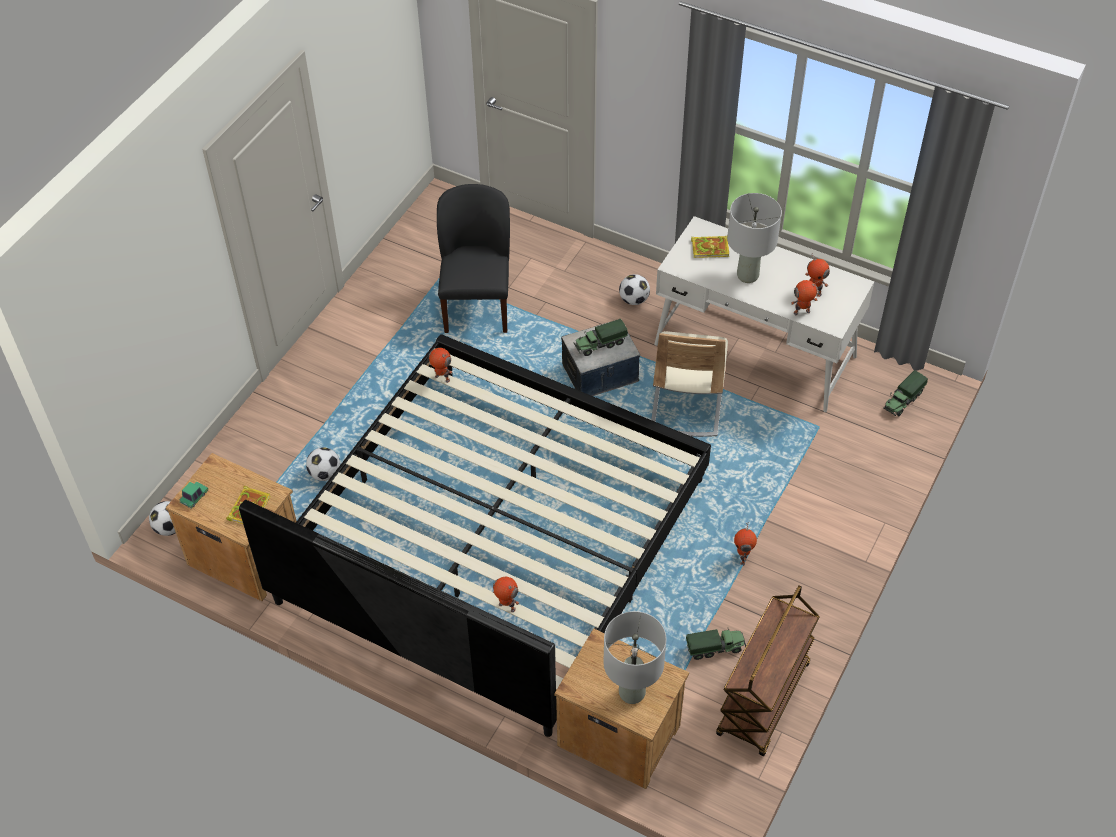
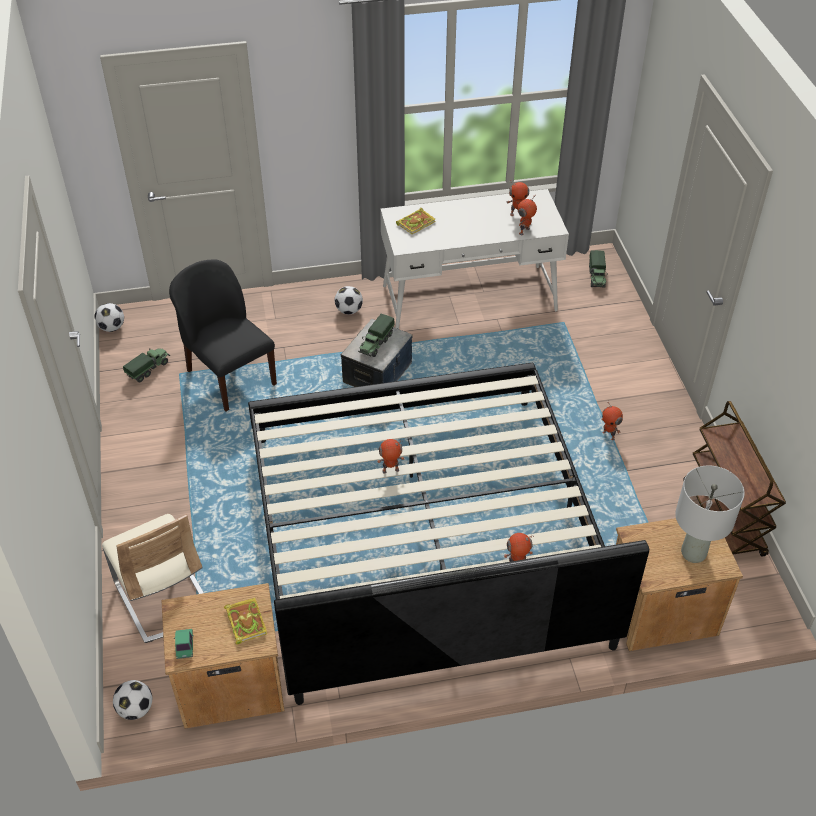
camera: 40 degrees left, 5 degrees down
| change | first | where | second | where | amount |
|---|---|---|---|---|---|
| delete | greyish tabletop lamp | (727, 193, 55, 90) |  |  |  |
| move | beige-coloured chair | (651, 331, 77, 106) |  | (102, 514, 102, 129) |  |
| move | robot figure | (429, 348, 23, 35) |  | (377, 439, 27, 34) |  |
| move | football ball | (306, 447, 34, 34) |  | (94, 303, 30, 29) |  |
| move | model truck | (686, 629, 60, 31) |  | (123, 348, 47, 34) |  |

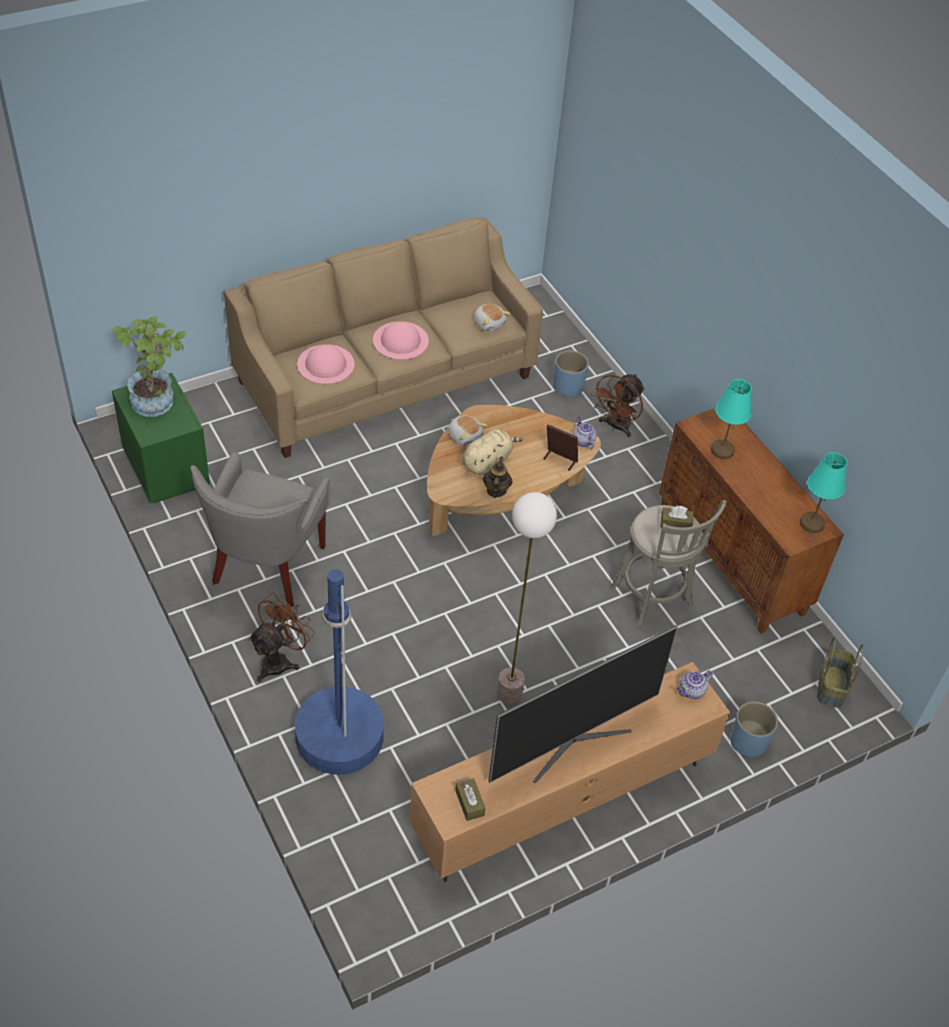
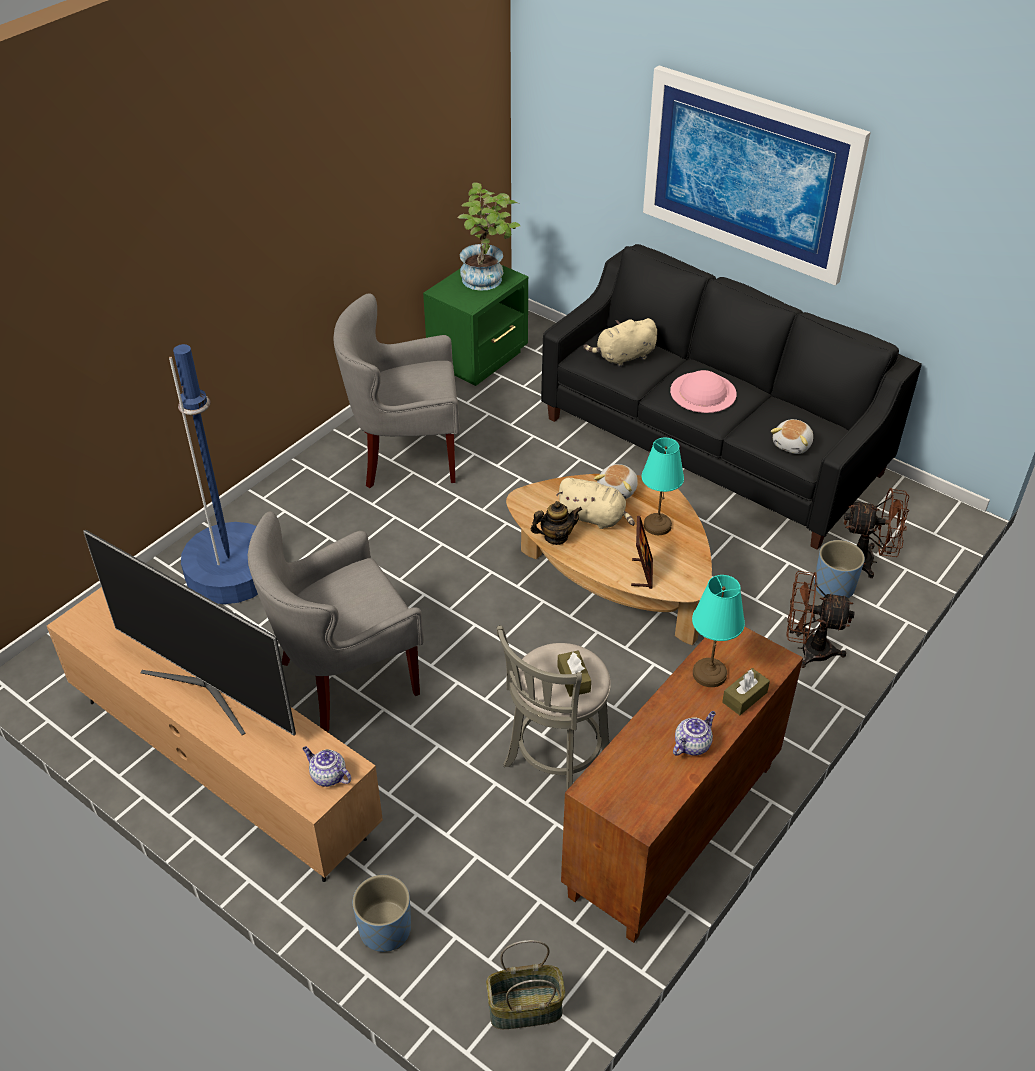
camera: 70 degrees right, 5 degrees down
| change | first | where | second | where | amount |
|---|---|---|---|---|---|
| recolor | beige-coloured sofa | (224, 217, 319, 241) | blackish sofa | (541, 244, 381, 306) |  |
| replace | pink hat | (297, 344, 58, 40) | beige-coloured plush toy | (583, 318, 74, 49) |  |
| move | tea pot | (573, 417, 24, 32) |  | (673, 711, 43, 45) |  |
| move | blue-green tabletop lamp | (800, 452, 47, 81) |  | (642, 438, 42, 97) |  |
| replace | floor lamp | (497, 492, 60, 212) | greyish lounge chair | (248, 512, 176, 220) |  |
| move | brown electric fan | (248, 593, 67, 89) |  | (844, 488, 65, 90) |  |
| move | brown box of tissues | (455, 778, 31, 43) |  | (722, 668, 48, 47) |  |
| insert |  |  | wall art | (643, 65, 228, 221) |  |

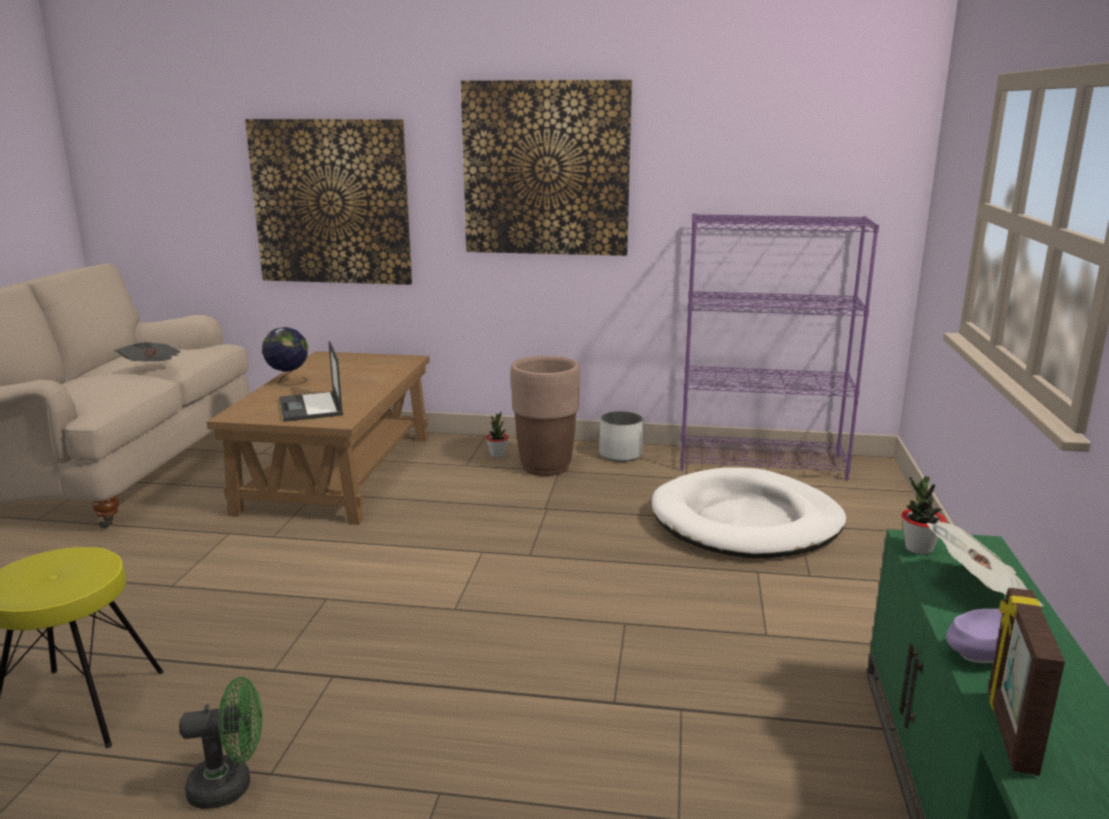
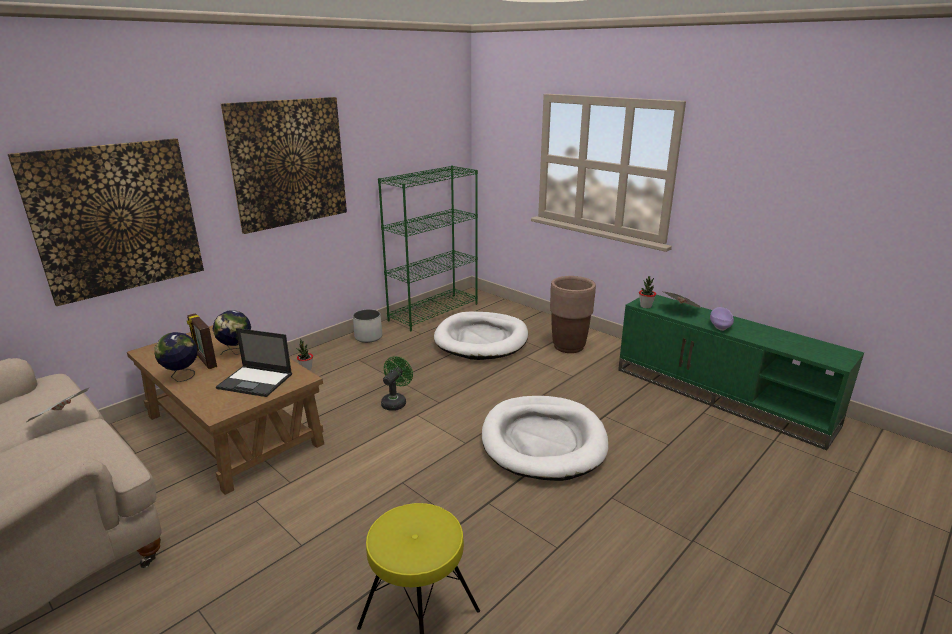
camera: 55 degrees left, 5 degrees up
| change | first | where | second | where | amount |
|---|---|---|---|---|---|
| recolor | purple-coloured bookcase | (680, 213, 199, 267) | greenish bookcase | (378, 165, 100, 166) |  |
| move | brown flower pot | (511, 356, 69, 120) |  | (550, 276, 46, 77) |  |
| move | photo frame | (988, 588, 77, 188) |  | (187, 313, 30, 56) |  |
| move | greenish electric fan | (179, 677, 83, 132) |  | (381, 356, 32, 55) |  |
| insert |  |  | globe | (213, 311, 38, 44) |  |
| insert |  |  | white-coloured dog cushion | (482, 396, 126, 85) |  |

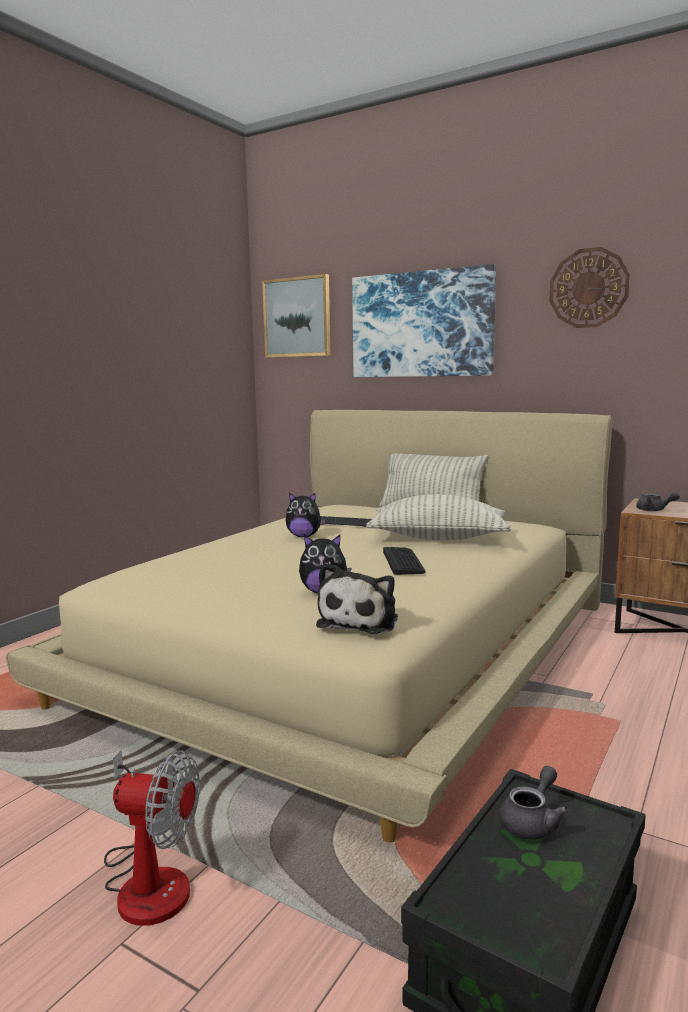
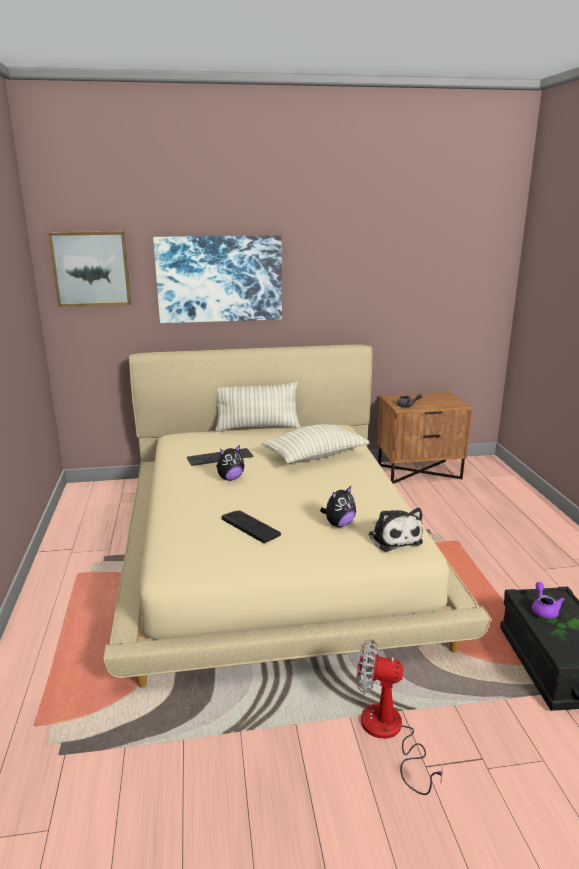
camera: 40 degrees left, 10 degrees up
| change | first | where | second | where | amount |
|---|---|---|---|---|---|
| delete | hanging clock | (549, 247, 81, 81) |  |  |  |
| move | computer keyboard | (383, 547, 42, 28) |  | (222, 511, 59, 32) |  |
| rotate | electric fan | (104, 750, 96, 176) |  | (356, 639, 87, 156) | 135 degrees counterclockwise |
| recolor | greyish tea pot | (499, 766, 69, 74) | purple-coloured tea pot | (532, 582, 33, 37) |  |

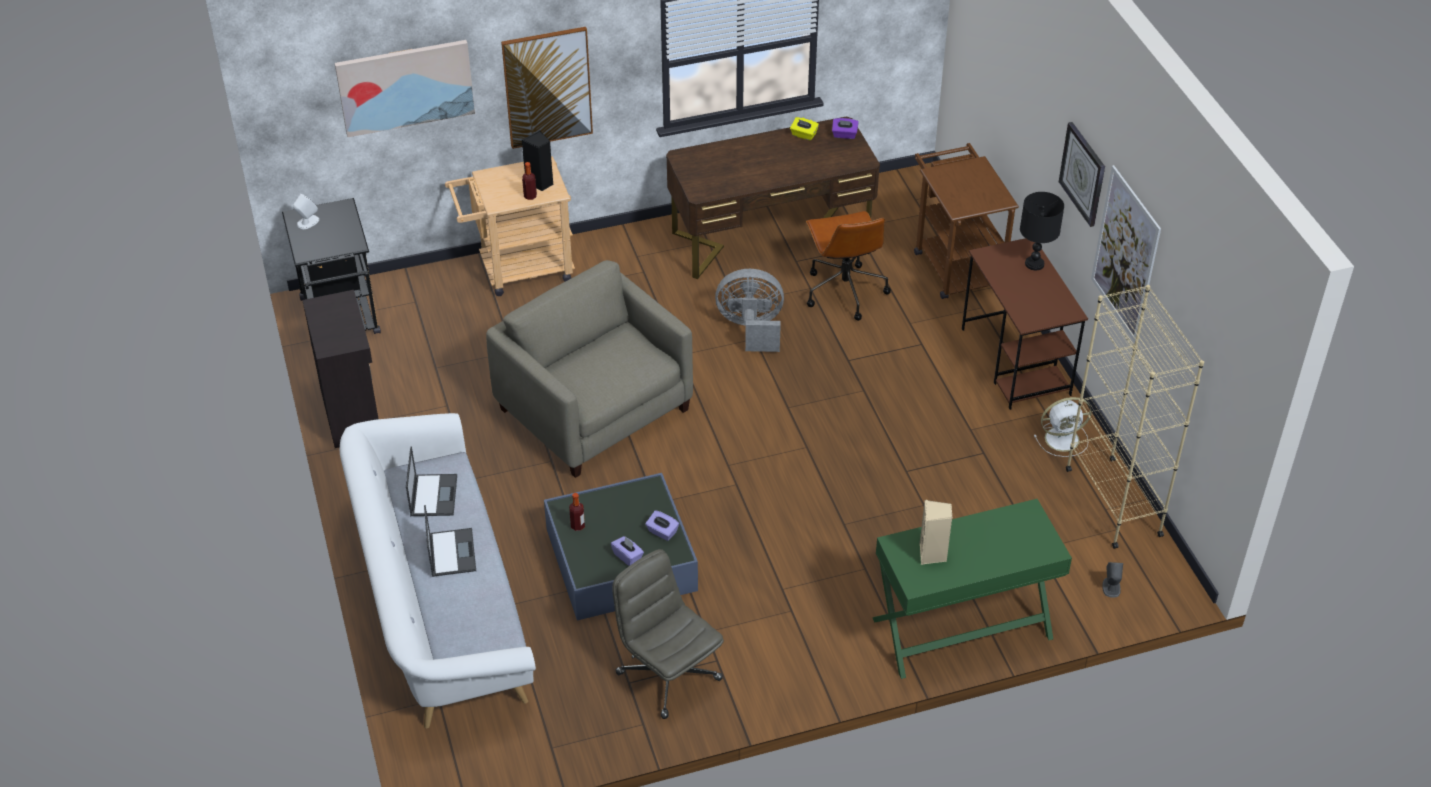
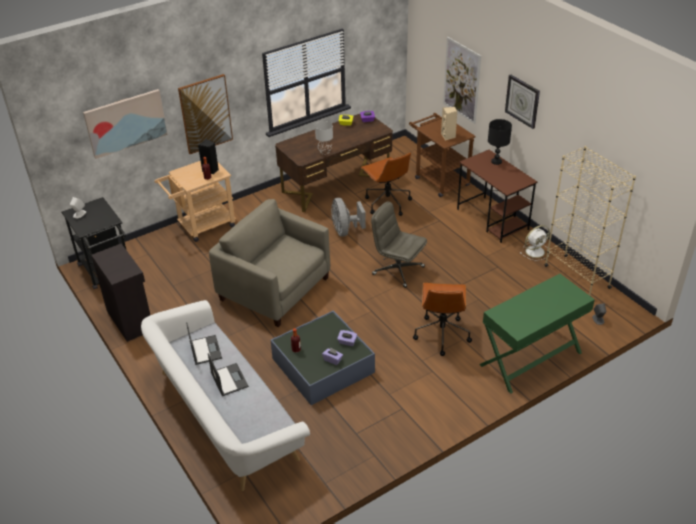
camera: 15 degrees left, 5 degrees down
| change | first | where | second | where | amount |
|---|---|---|---|---|---|
| move | wall art | (1091, 165, 70, 177) |  | (443, 37, 38, 87) |  |
| rotate | greyish electric fan | (715, 269, 69, 83) |  | (331, 198, 35, 39) | 90 degrees counterclockwise |
| move | beige-coloured audio speaker | (920, 500, 32, 65) |  | (441, 107, 16, 33) |  |
| move | greyish computer chair | (612, 549, 112, 170) |  | (371, 201, 56, 87) |  |
| insert |  |  | greyish tabletop lamp | (315, 121, 18, 34) |  |
| insert |  |  | brown computer chair | (413, 283, 59, 73) |  |

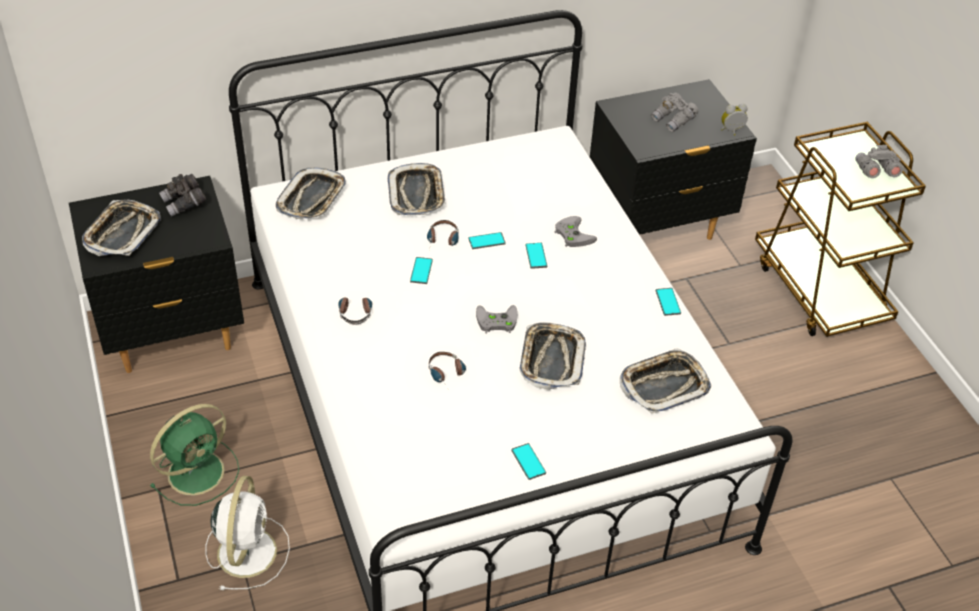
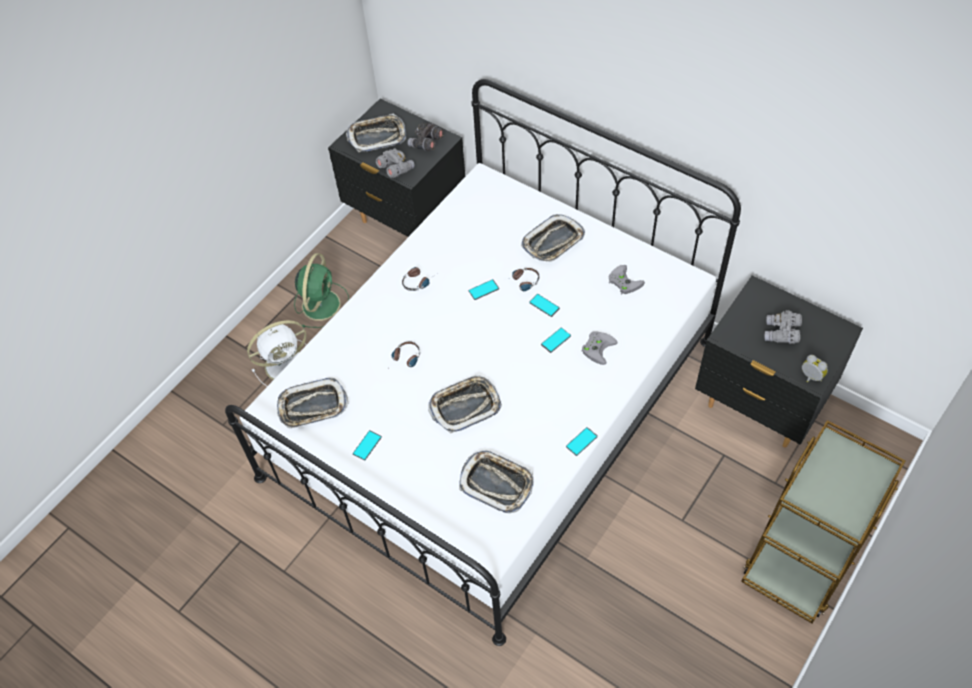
camera: 60 degrees right, 10 degrees up
| change | first | where | second | where | amount |
|---|---|---|---|---|---|
| move | greyish pair of binoculars | (855, 145, 48, 33) |  | (376, 148, 39, 30) |  |
| move | tray | (276, 167, 70, 52) |  | (277, 378, 71, 51) |  |
| move | greyish gamepad | (476, 305, 42, 28) |  | (608, 265, 37, 29) |  |
| rotate | greenish electric fan | (150, 404, 89, 102) |  | (294, 253, 55, 75) | 90 degrees counterclockwise |

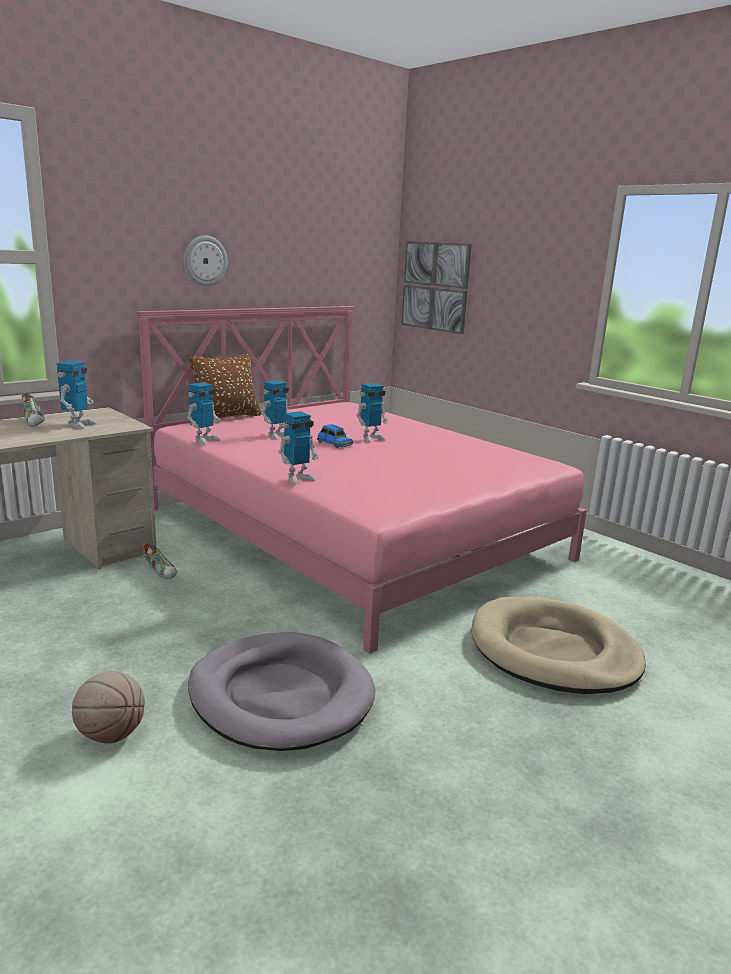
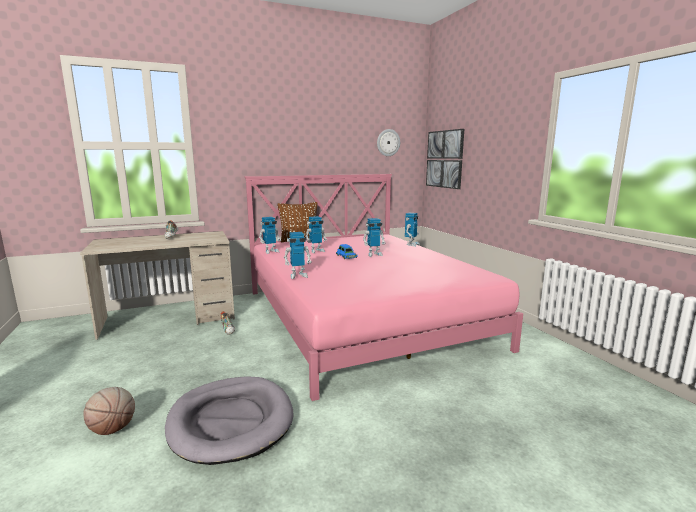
camera: 20 degrees right, 5 degrees down
| change | first | where | second | where | amount |
|---|---|---|---|---|---|
| move | hanging clock | (184, 235, 43, 51) |  | (377, 129, 23, 27) |  |
| move | robot figure | (57, 361, 40, 68) |  | (405, 213, 15, 34) |  |
| delete | beige-coloured dog cushion | (471, 597, 175, 97) |  |  |  |

